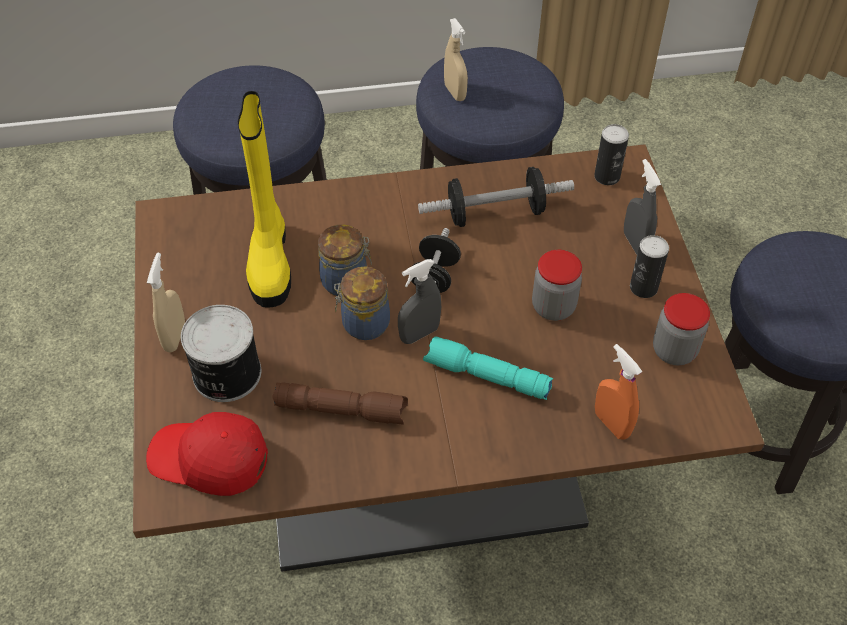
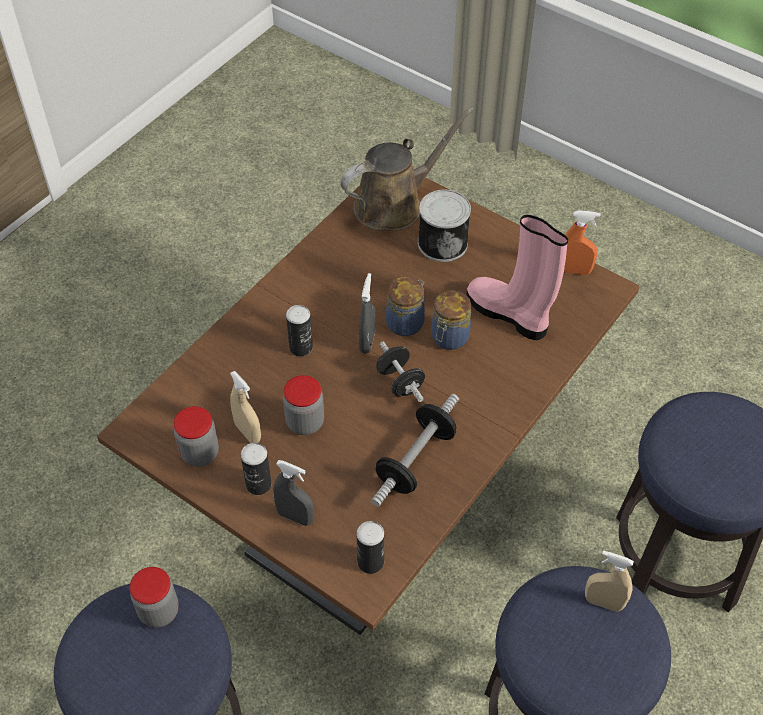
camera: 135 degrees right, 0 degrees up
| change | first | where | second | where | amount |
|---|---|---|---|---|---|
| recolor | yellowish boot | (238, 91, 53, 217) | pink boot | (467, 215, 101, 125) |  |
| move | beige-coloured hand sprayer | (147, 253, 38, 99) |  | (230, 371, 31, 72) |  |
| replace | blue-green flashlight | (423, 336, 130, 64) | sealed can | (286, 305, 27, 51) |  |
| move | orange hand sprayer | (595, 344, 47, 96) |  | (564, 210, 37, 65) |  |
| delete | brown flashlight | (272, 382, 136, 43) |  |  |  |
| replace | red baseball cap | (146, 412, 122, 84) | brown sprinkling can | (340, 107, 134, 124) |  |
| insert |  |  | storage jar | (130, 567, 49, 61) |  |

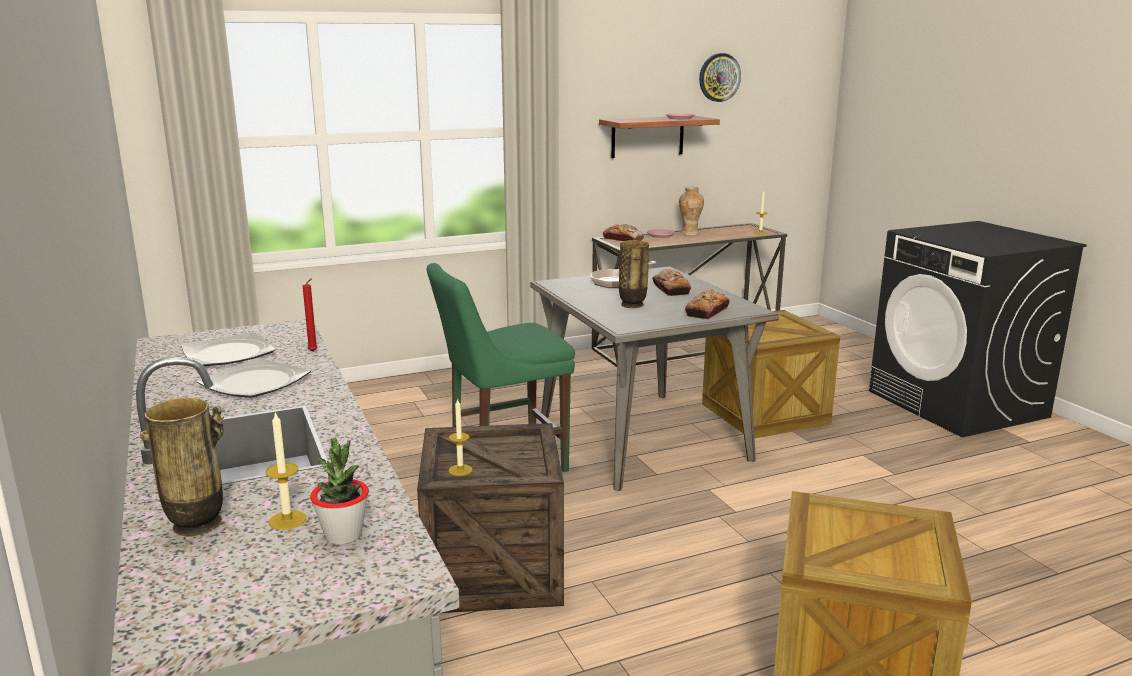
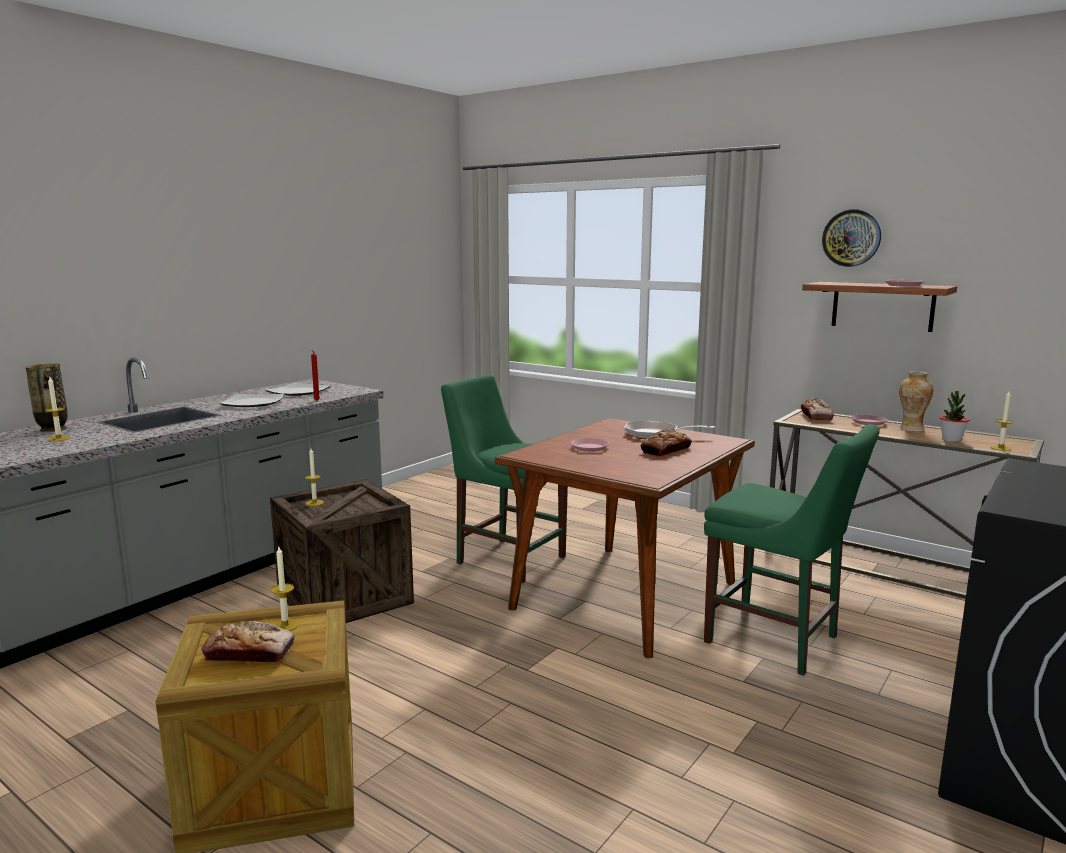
camera: 60 degrees right, 5 degrees down
| change | first | where | second | where | amount |
|---|---|---|---|---|---|
| move | hanging clock | (699, 53, 42, 49) |  | (822, 209, 59, 58) |  |
| replace | decorative vase | (619, 240, 30, 68) | pink flat dish | (571, 438, 38, 14) |  |
| recolor | greyish dining table | (530, 266, 249, 225) | brown dining table | (495, 418, 260, 240) |  |
| move | baked bread | (685, 289, 45, 30) |  | (201, 621, 94, 42) |  |
| replace | shipping crate | (702, 310, 138, 128) | greenish chair | (704, 424, 176, 252) |  |
| move | plant in a pot | (310, 437, 59, 108) |  | (940, 391, 29, 51) |  |
| insert |  |  | candle | (270, 547, 29, 84) |  |

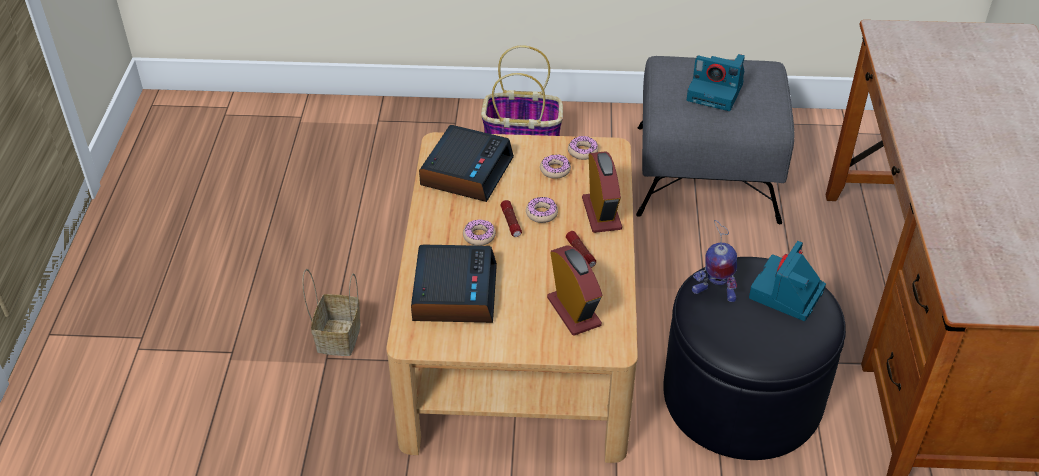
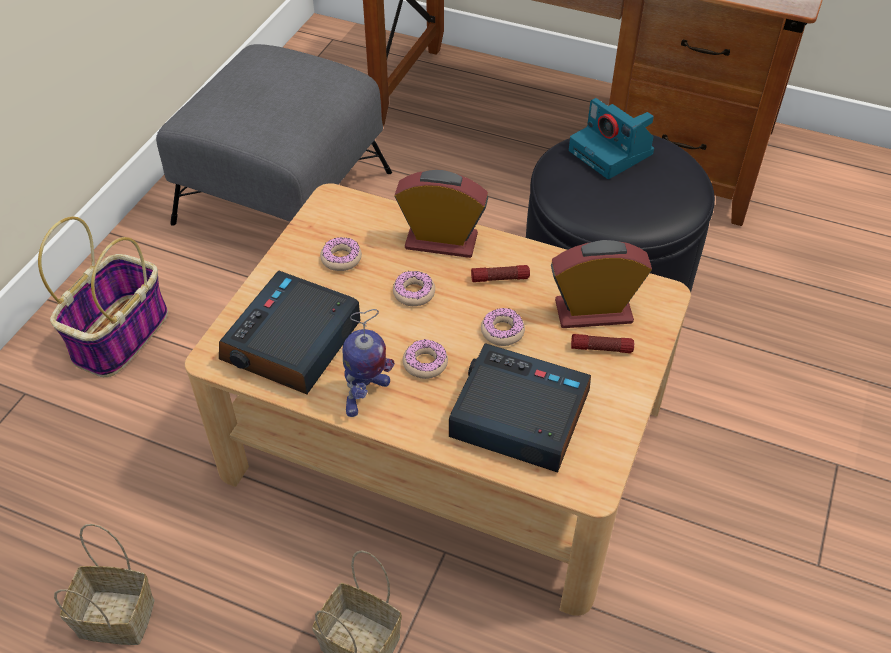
camera: 70 degrees left, 5 degrees up
| change | first | where | second | where | amount |
|---|---|---|---|---|---|
| delete | photo camera | (687, 54, 58, 57) |  |  |  |
| rotate | alarm clock | (419, 125, 95, 77) |  | (219, 271, 142, 123) | 105 degrees counterclockwise |
| move | donut | (568, 136, 30, 24) |  | (481, 307, 44, 39) |  |
| move | flashlight | (500, 200, 22, 37) |  | (571, 334, 63, 19) |  |
| move | robot figure | (692, 220, 45, 82) |  | (343, 309, 52, 108) |  |
| insert |  |  | household basket | (54, 524, 101, 121) |  |

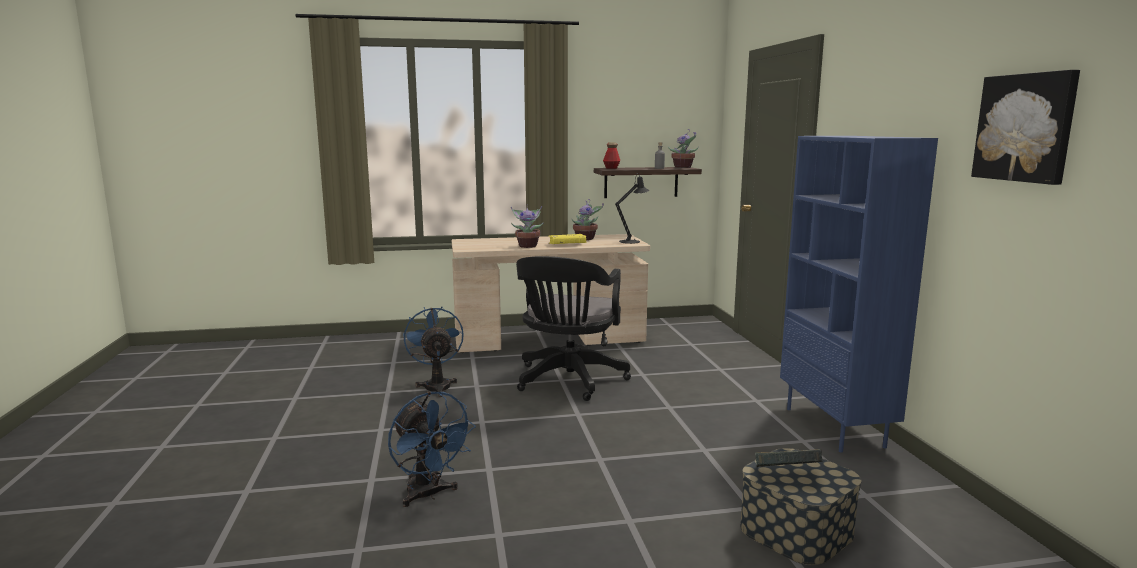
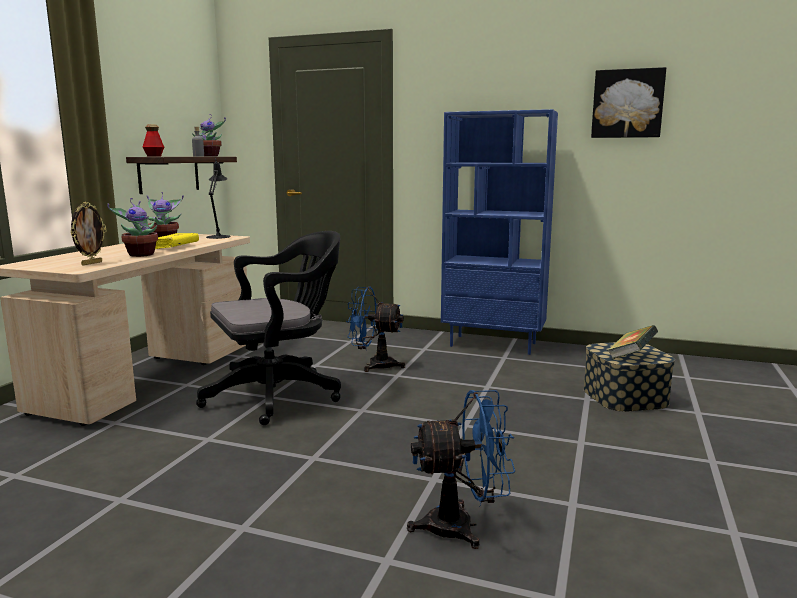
camera: 60 degrees left, 0 degrees up
| change | first | where | second | where | amount |
|---|---|---|---|---|---|
| rotate | blackish computer chair | (516, 256, 115, 145) |  | (196, 231, 145, 194) | 75 degrees counterclockwise |
| move | blue-coloured electric fan | (403, 307, 61, 90) |  | (346, 287, 59, 85) |  |
| insert |  |  | photo frame | (70, 202, 37, 63) |  |

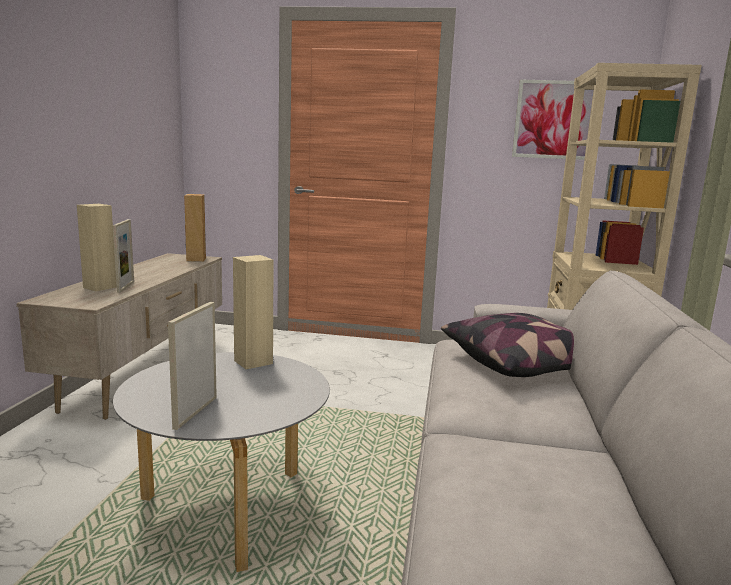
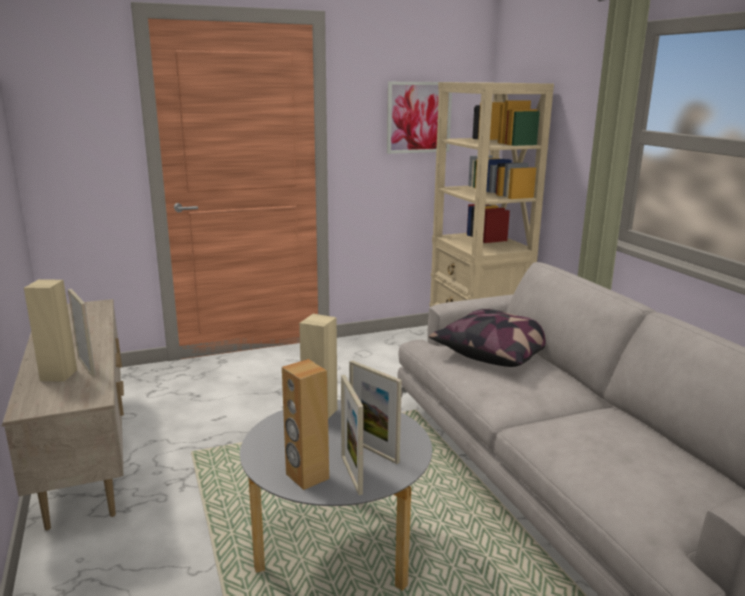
camera: 30 degrees left, 5 degrees up
| change | first | where | second | where | amount |
|---|---|---|---|---|---|
| move | brown audio speaker | (184, 194, 22, 68) |  | (282, 359, 47, 131) |  |
| insert |  |  | photo frame | (349, 360, 53, 104) |  |

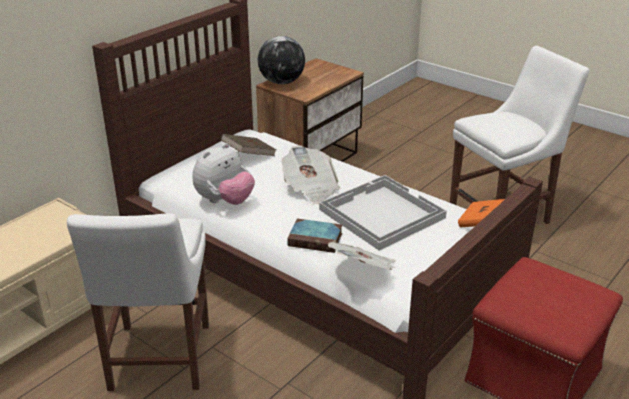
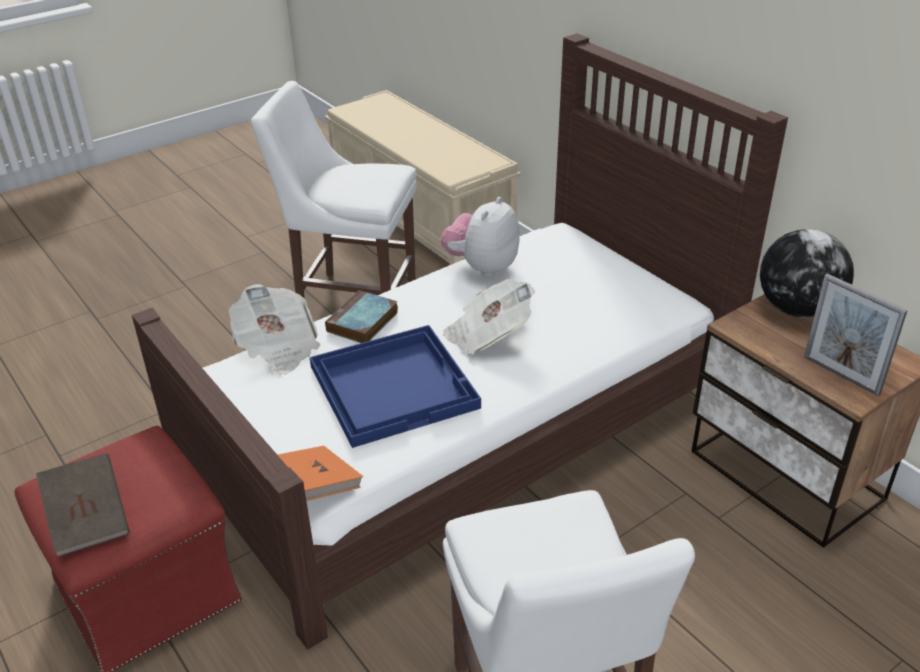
camera: 105 degrees right, 5 degrees up
| change | first | where | second | where | amount |
|---|---|---|---|---|---|
| move | brown bound book | (221, 134, 55, 22) |  | (36, 453, 94, 104) |  |
| rotate | plush toy | (192, 143, 63, 62) |  | (441, 197, 79, 80) | 60 degrees clockwise |
| recolor | white-coloured tray | (319, 175, 128, 75) | blue-coloured tray | (310, 325, 171, 123) |  |
| insert |  |  | photo frame | (804, 274, 104, 122) |  |

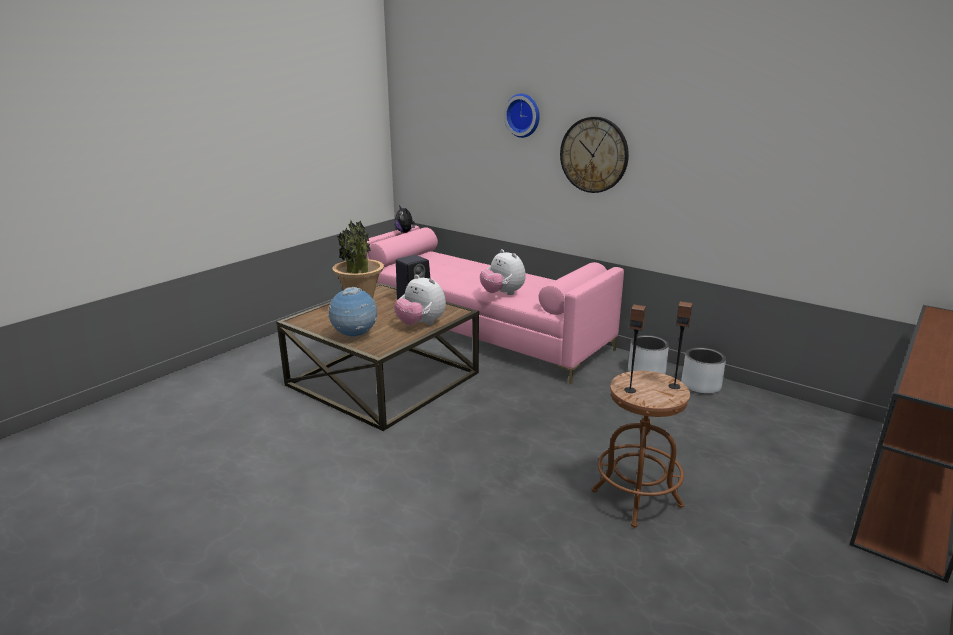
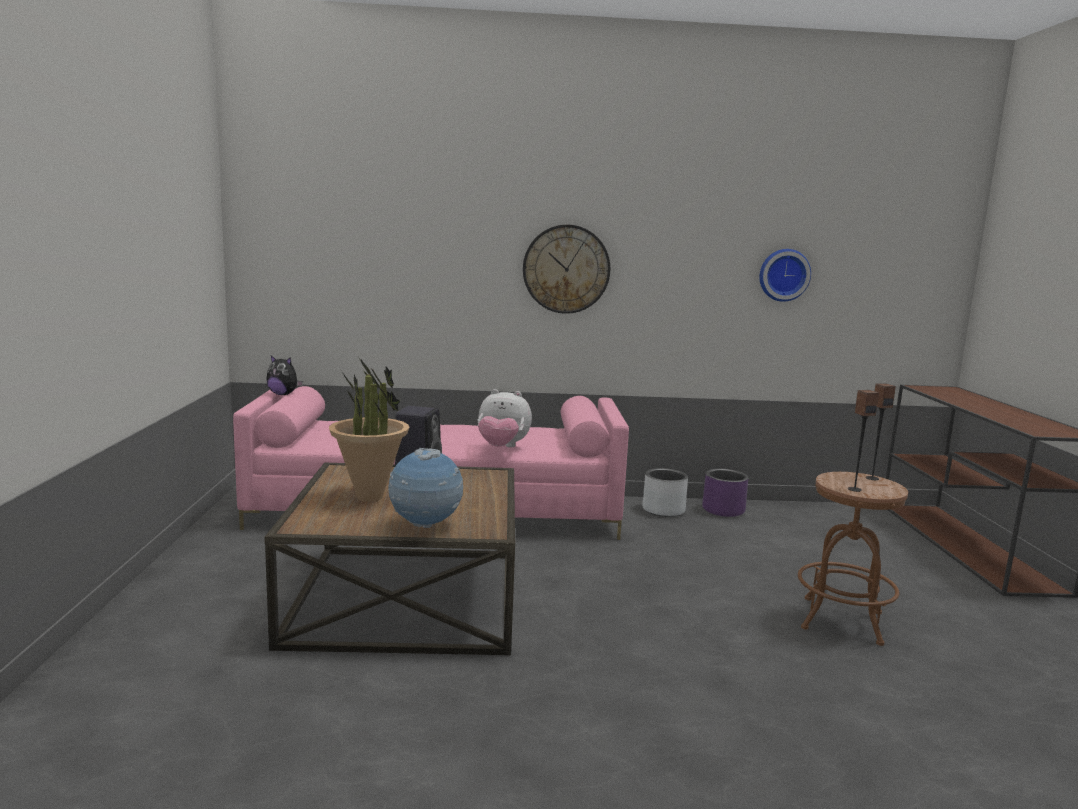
camera: 40 degrees left, 10 degrees down
| change | first | where | second | where | amount |
|---|---|---|---|---|---|
| move | hanging clock | (504, 94, 36, 44) |  | (759, 249, 52, 53) |  |
| delete | plush toy | (394, 275, 52, 50) |  |  |  |
| recolor | greyish flower pot | (682, 347, 44, 47) | purple-coloured flower pot | (702, 469, 47, 48) |  |

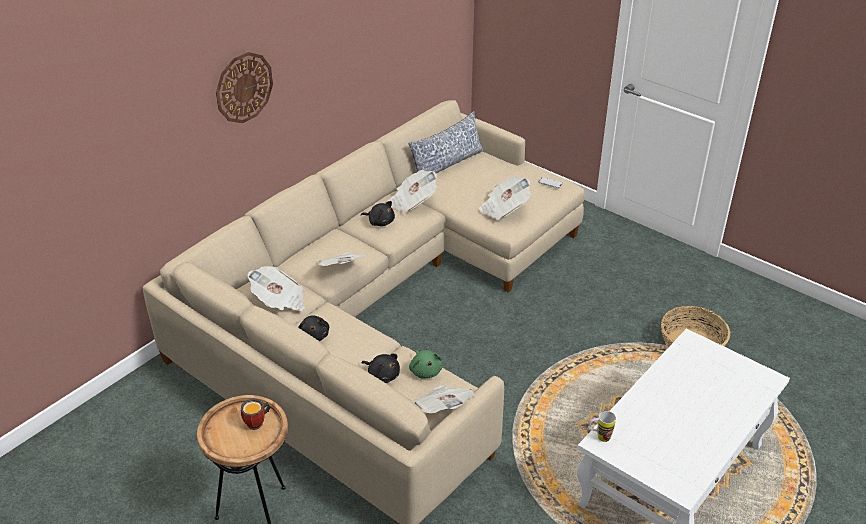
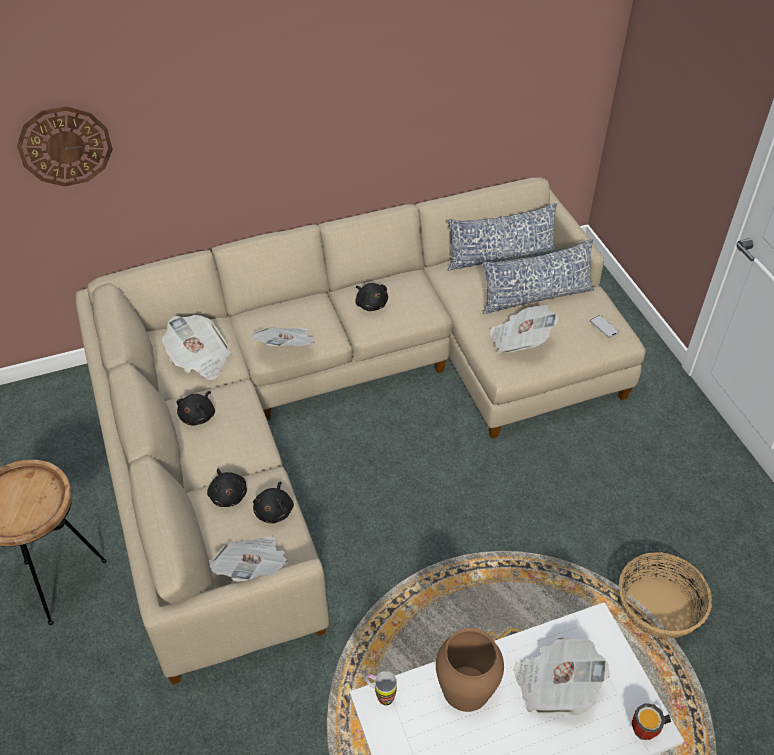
camera: 30 degrees right, 10 degrees up
| change | first | where | second | where | amount |
|---|---|---|---|---|---|
| move | hanging clock | (216, 52, 57, 71) |  | (17, 106, 96, 80) |  |
| move | printed paper | (387, 170, 51, 43) |  | (513, 637, 97, 78) |  |
| recolor | greenish plush toy | (409, 350, 33, 28) | blackish plush toy | (253, 482, 41, 41) |  |
| move | tea mug | (241, 398, 30, 32) |  | (632, 703, 39, 37) |  |
| insert |  |  | throw pillow | (483, 239, 111, 76) |  |
| insert |  |  | brown decorative vase | (436, 628, 68, 84) |  |

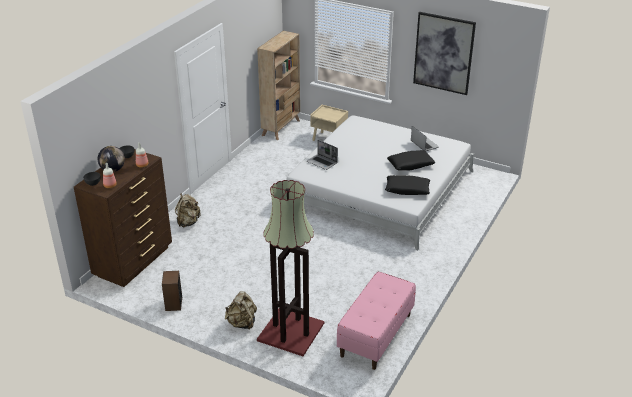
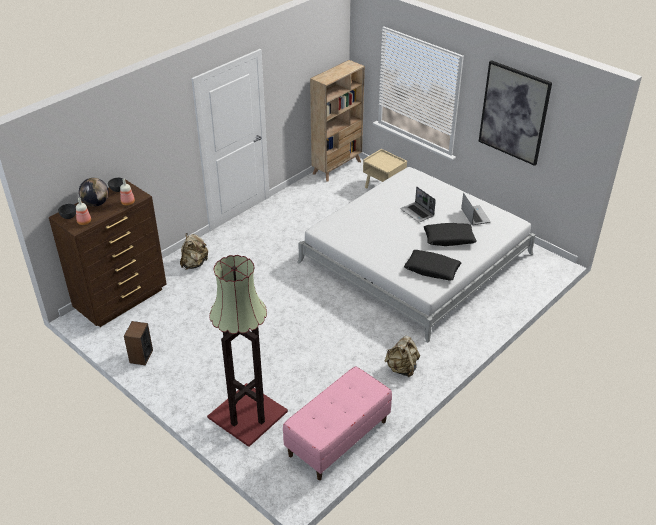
camera: 15 degrees right, 5 degrees up
| change | first | where | second | where | amount |
|---|---|---|---|---|---|
| move | laptop | (307, 140, 31, 30) |  | (401, 187, 35, 35) |  |
| move | beige-coloured rucksack | (225, 291, 32, 39) |  | (384, 336, 36, 41) |  |

